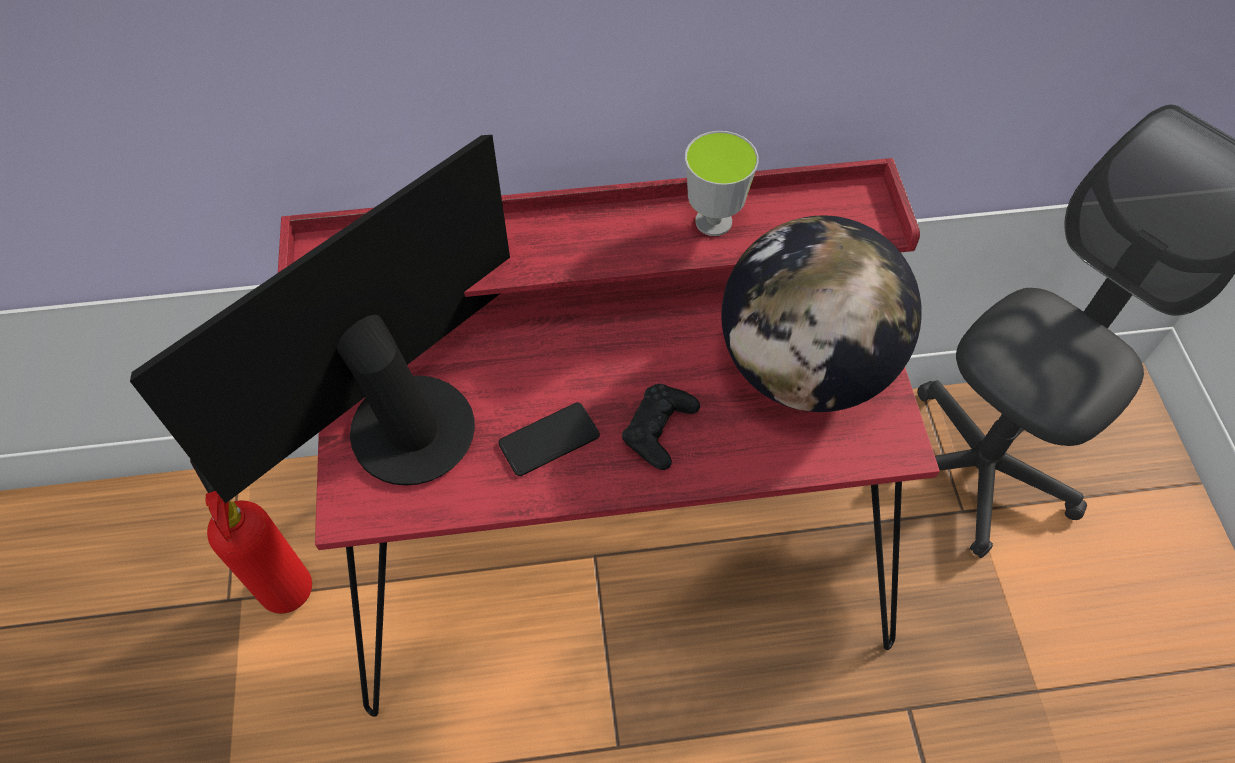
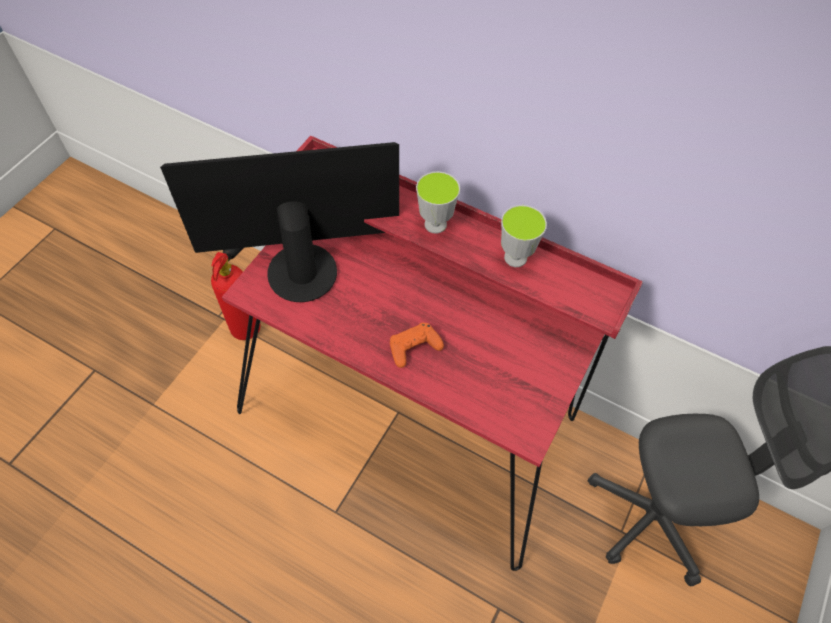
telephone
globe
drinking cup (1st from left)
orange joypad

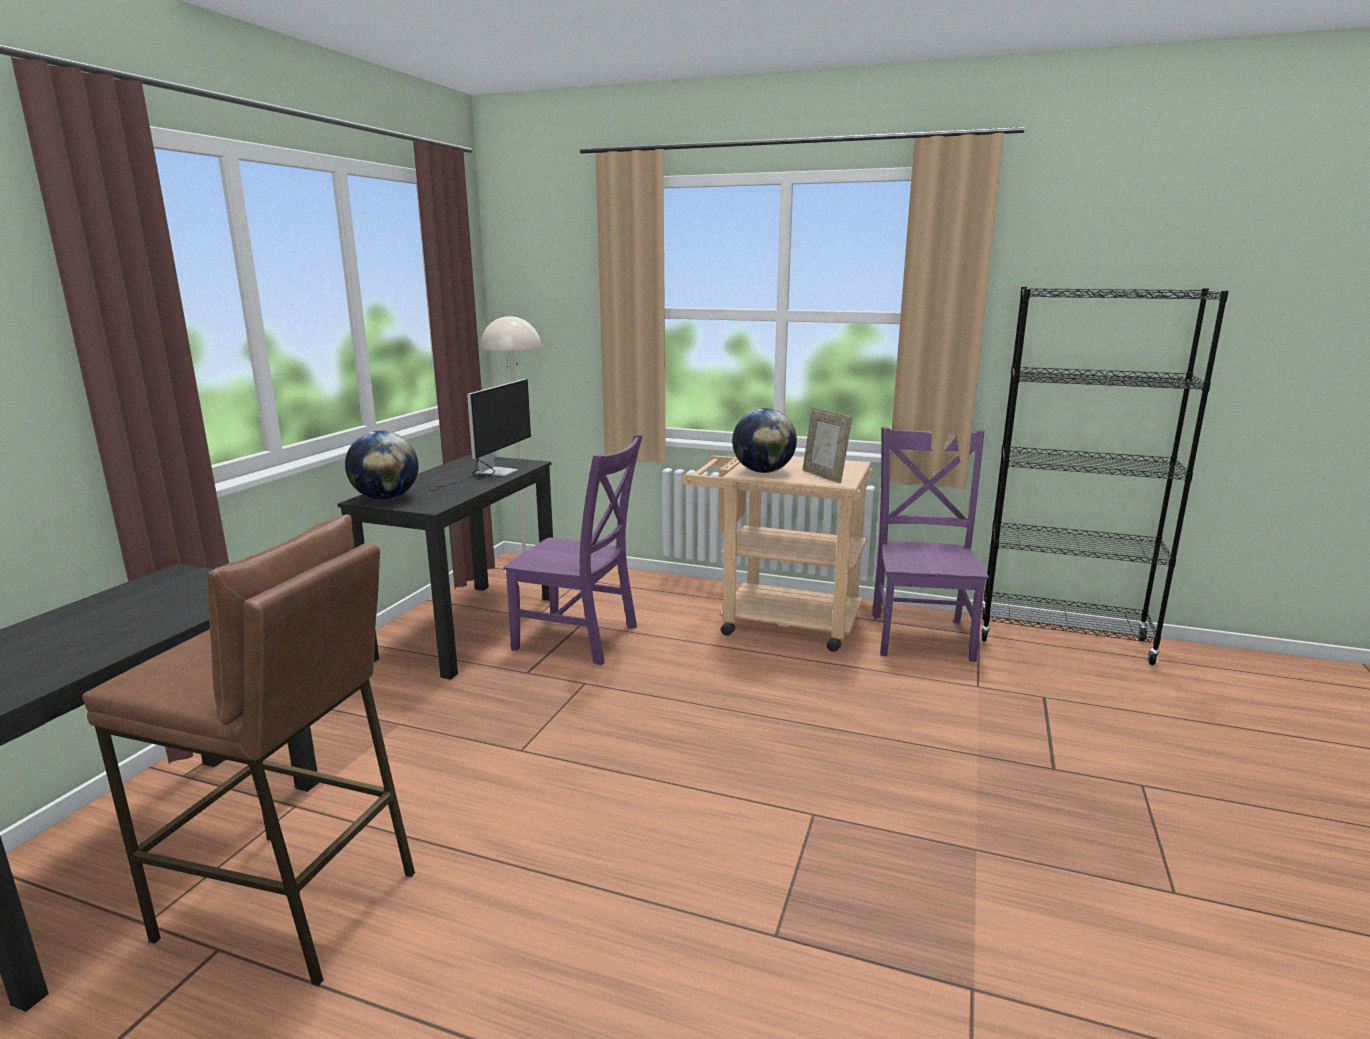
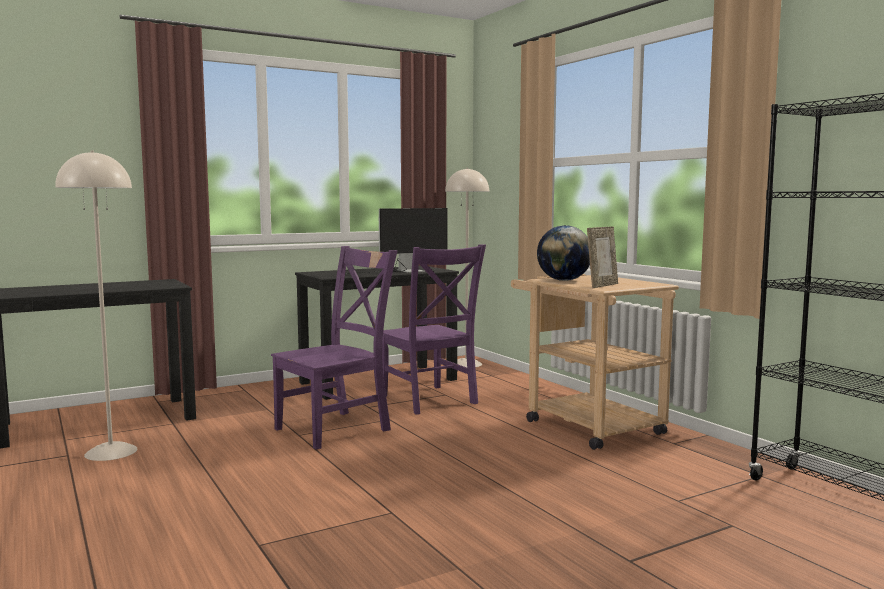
globe (1st from left in the first image)
purple-coloured chair (1st from left)
beige standing lamp (1st from left)
picture frame

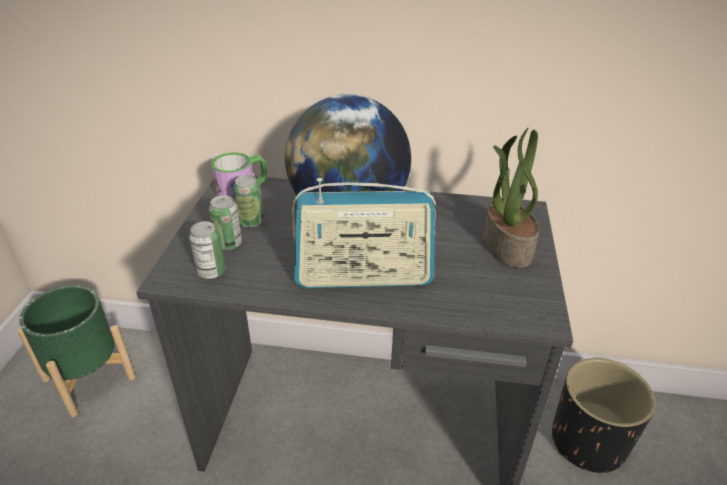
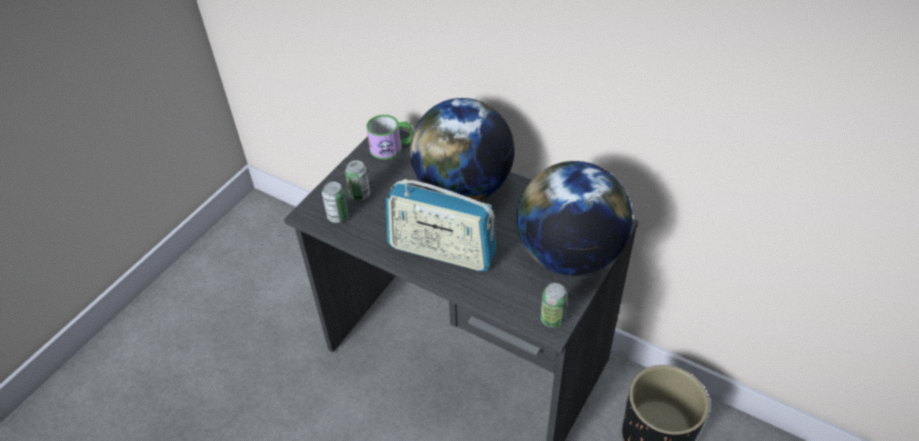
green-coloured plant pot
metal can (3rd from left)
globe (2nd from left)

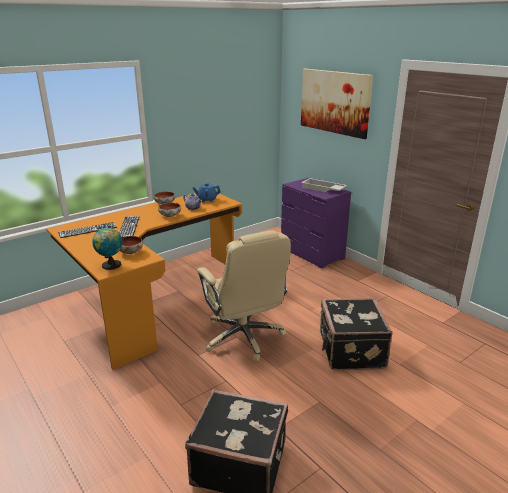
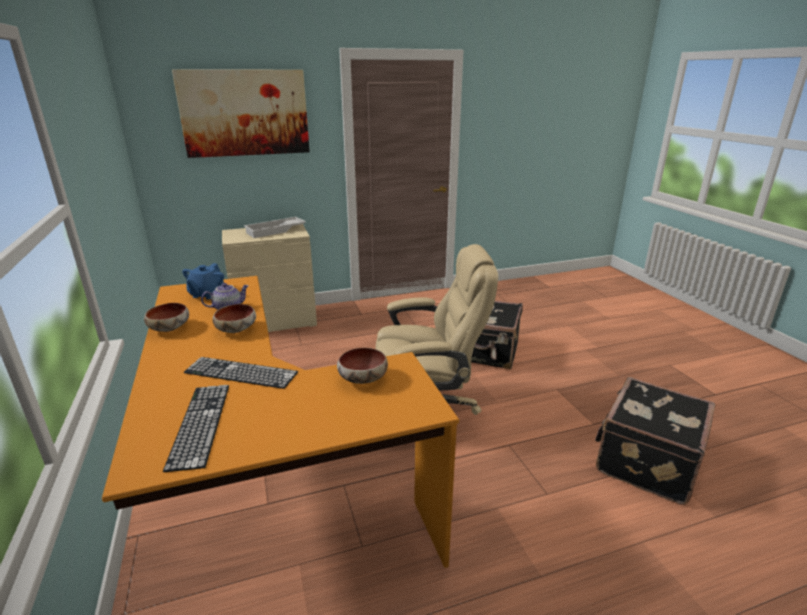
globe
beige drawer chest

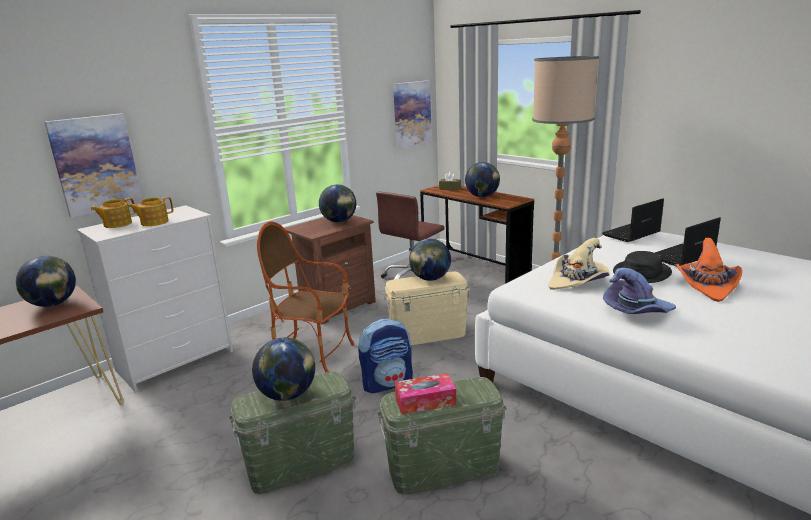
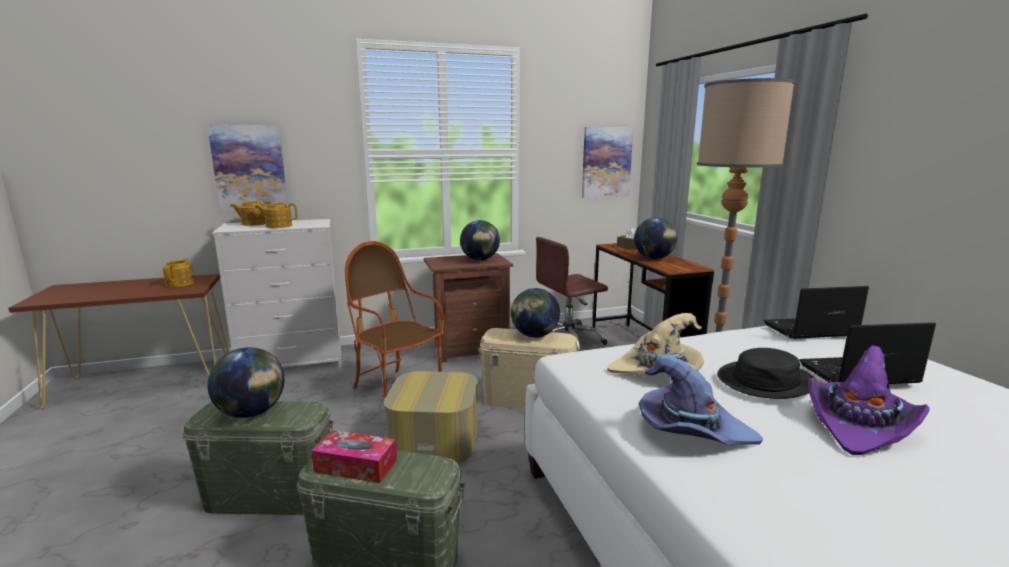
teapot (1st from left)
footrest
purple-coloured hat (2nd from left)

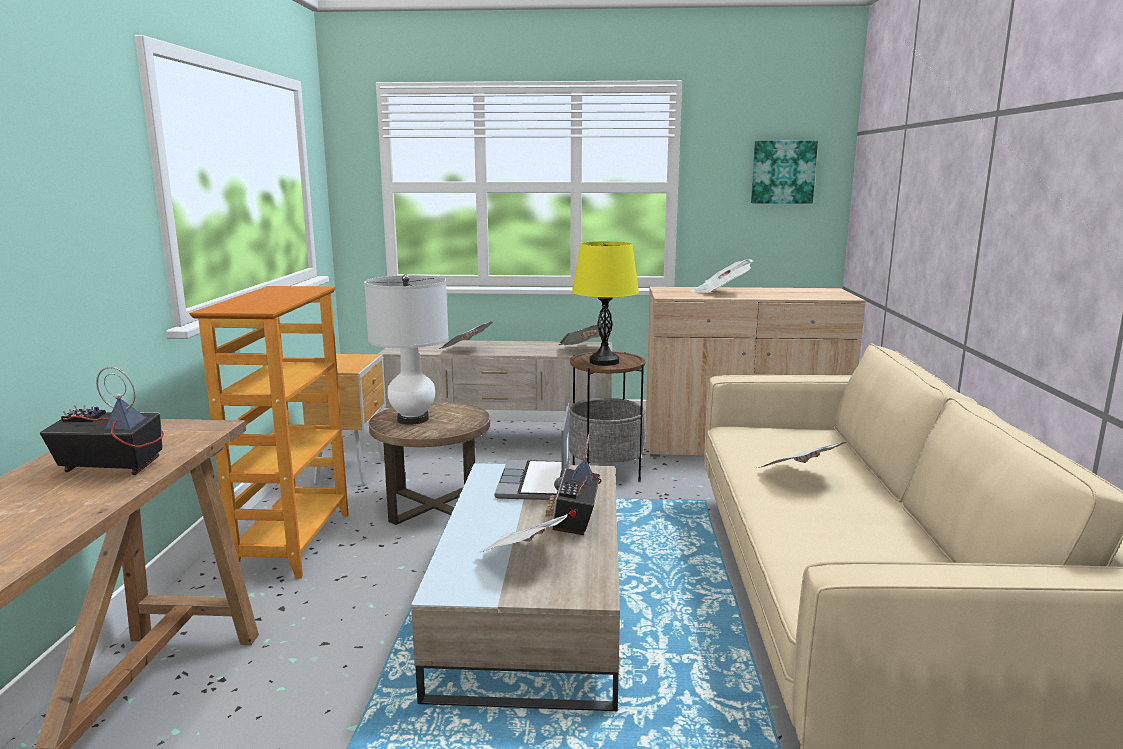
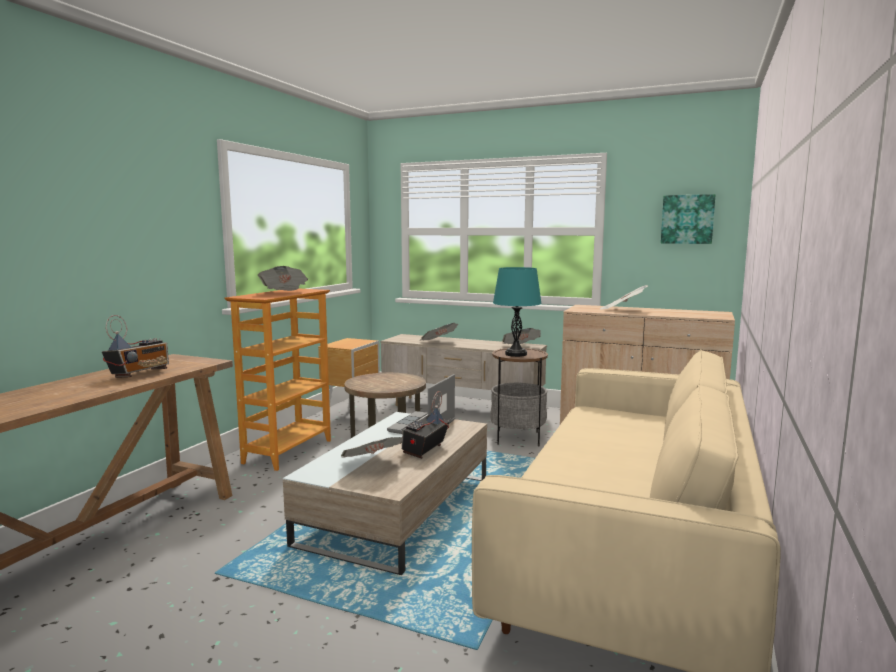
whitish lamp for a table
printed paper (1st from left)
turquoise lamp for a table
radio receiver (1st from left)

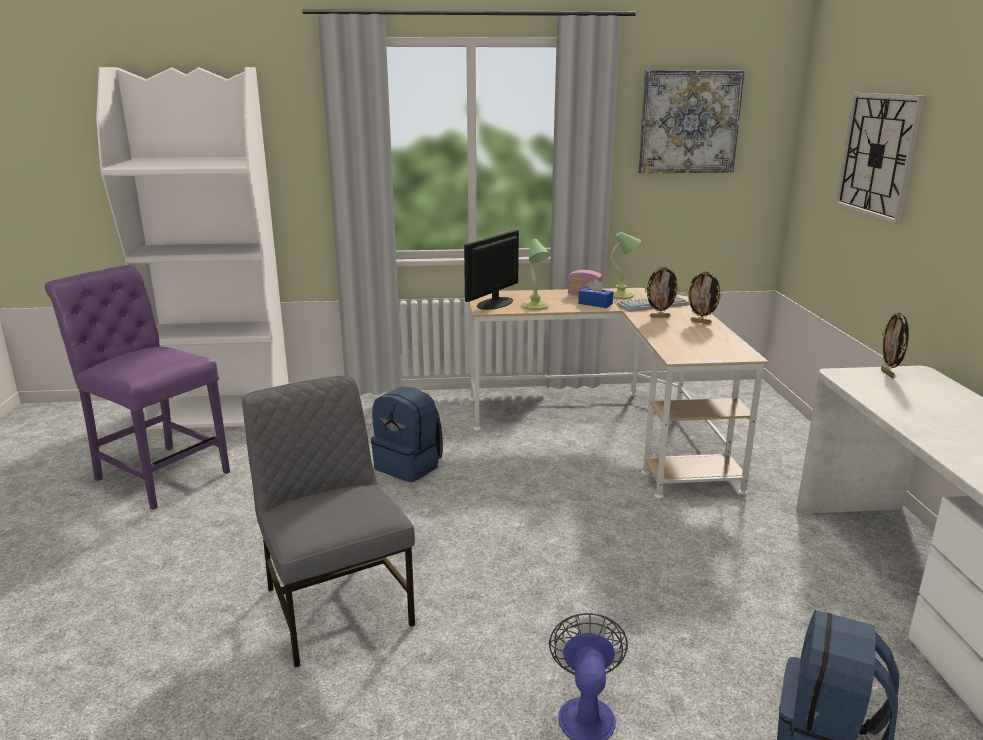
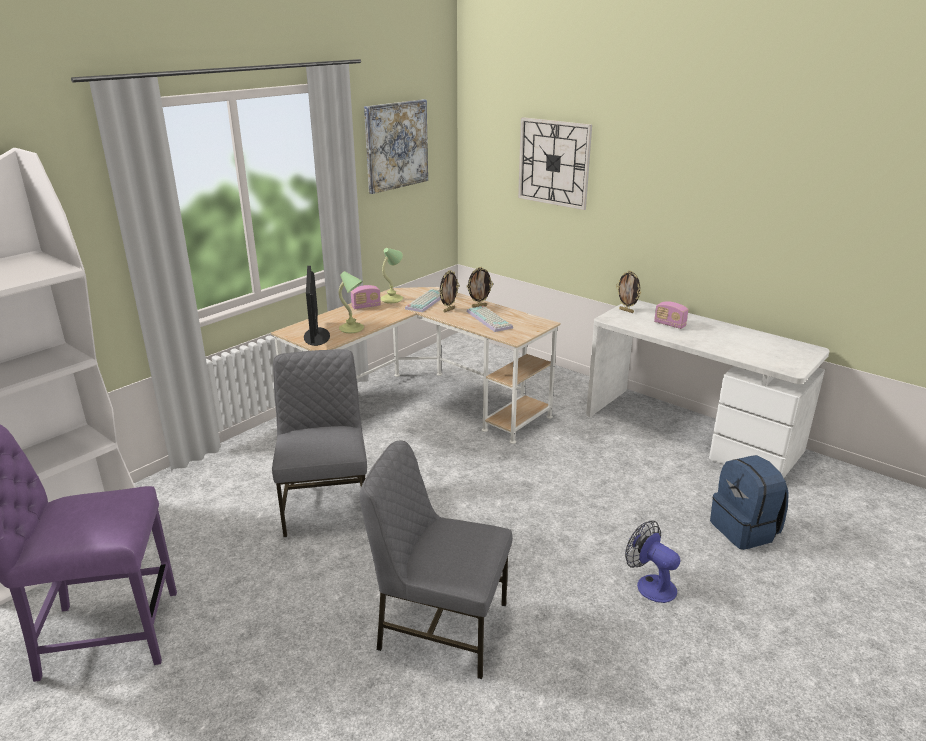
blue tissue box
computer keyboard (2nd from left)
radio receiver (2nd from left)
gray chair (1st from left)

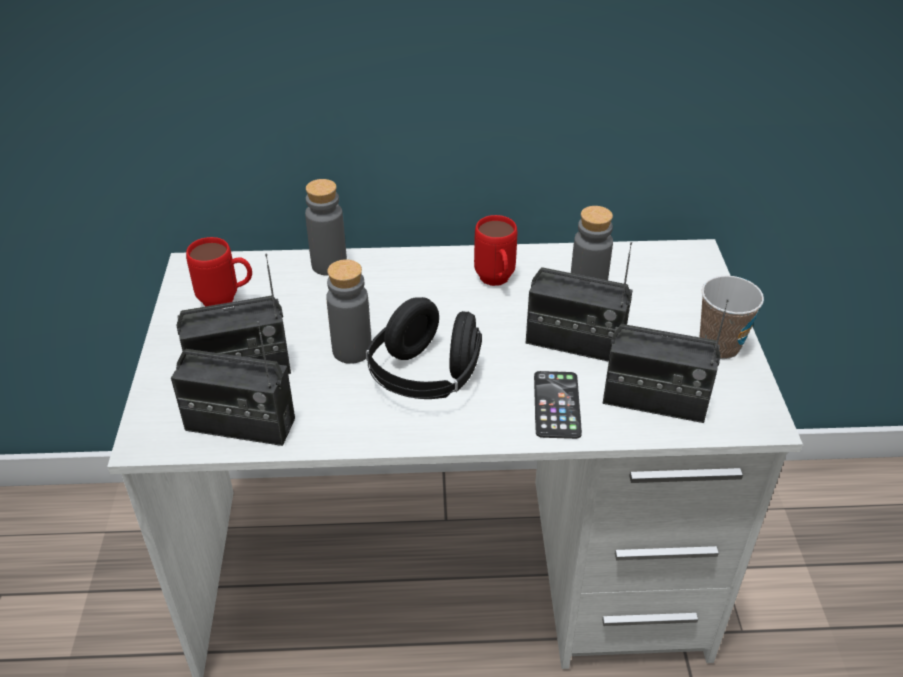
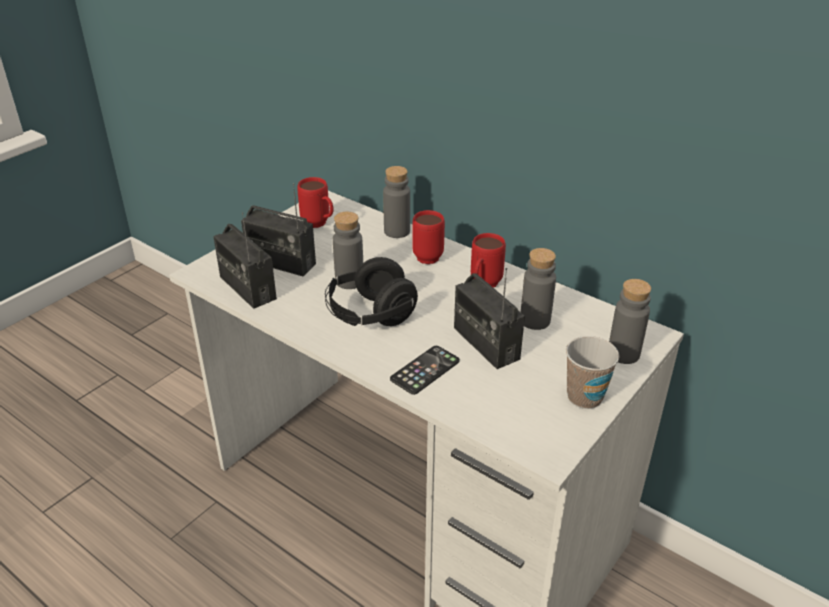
radio receiver (4th from left in the first image)
red-coloured tea mug (2nd from left)
gray drink bottle (4th from left)

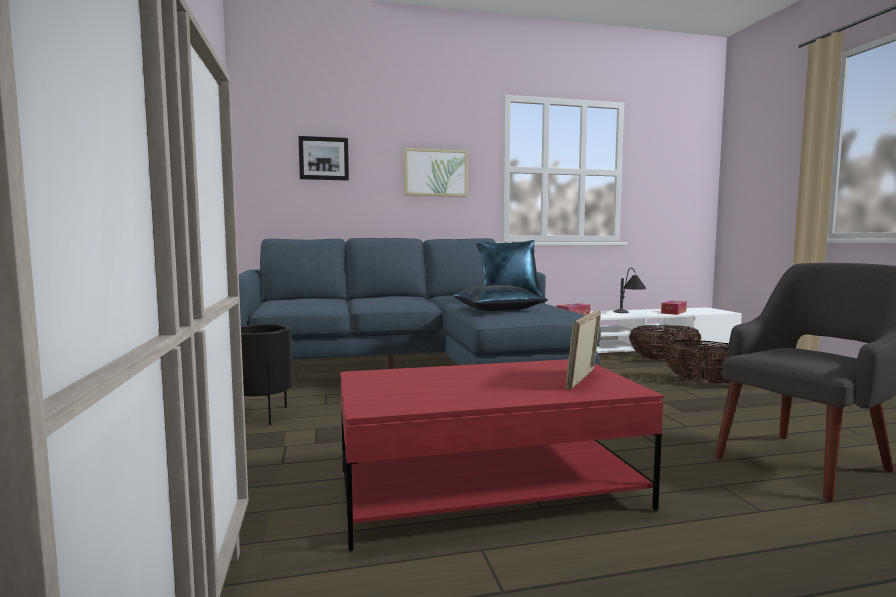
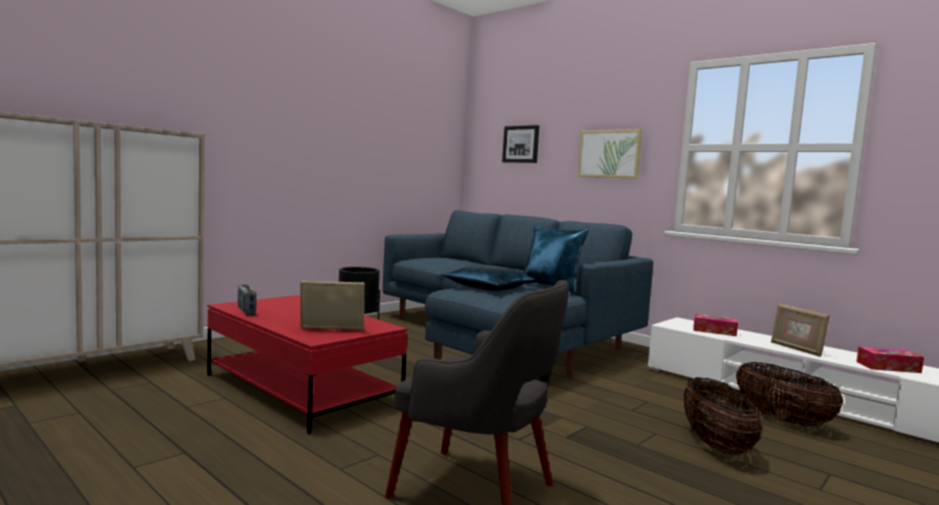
radio receiver
picture frame (2nd from left)

